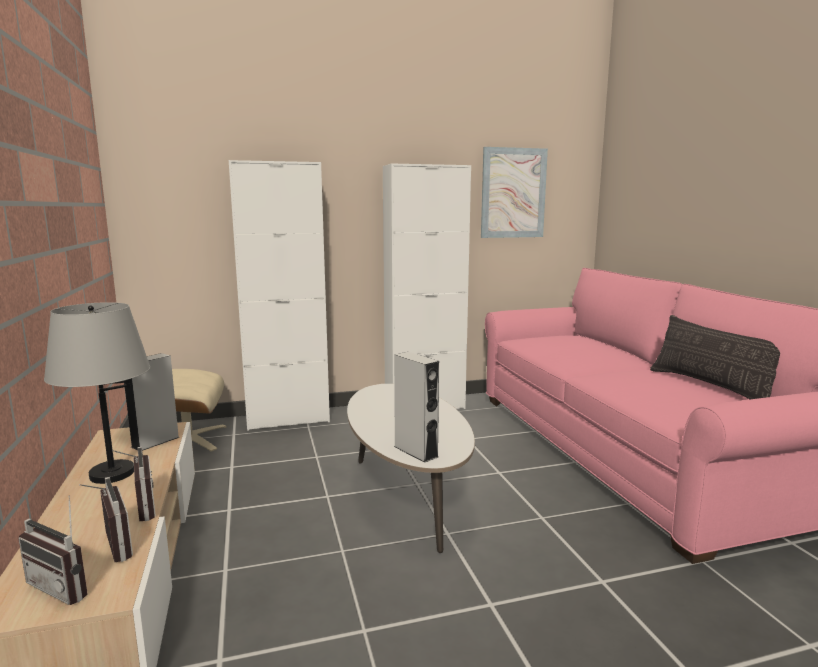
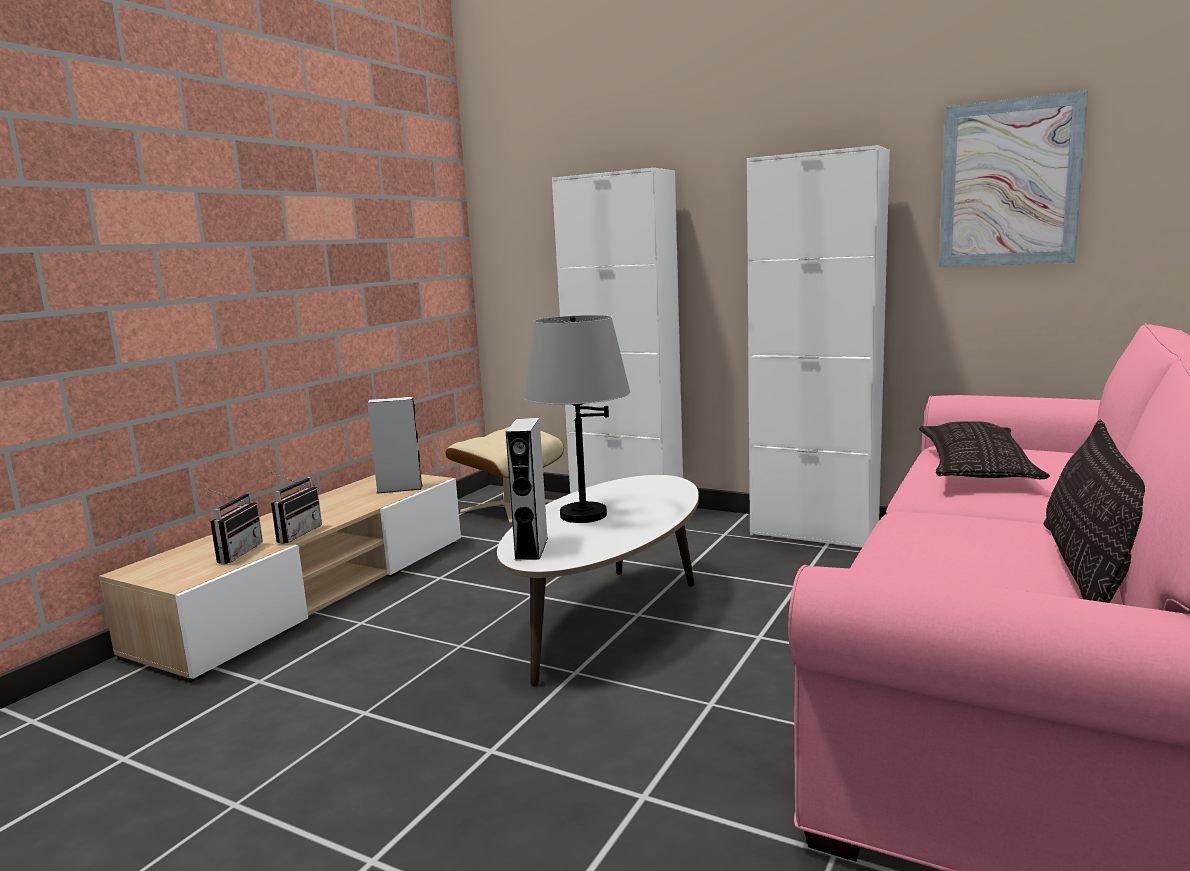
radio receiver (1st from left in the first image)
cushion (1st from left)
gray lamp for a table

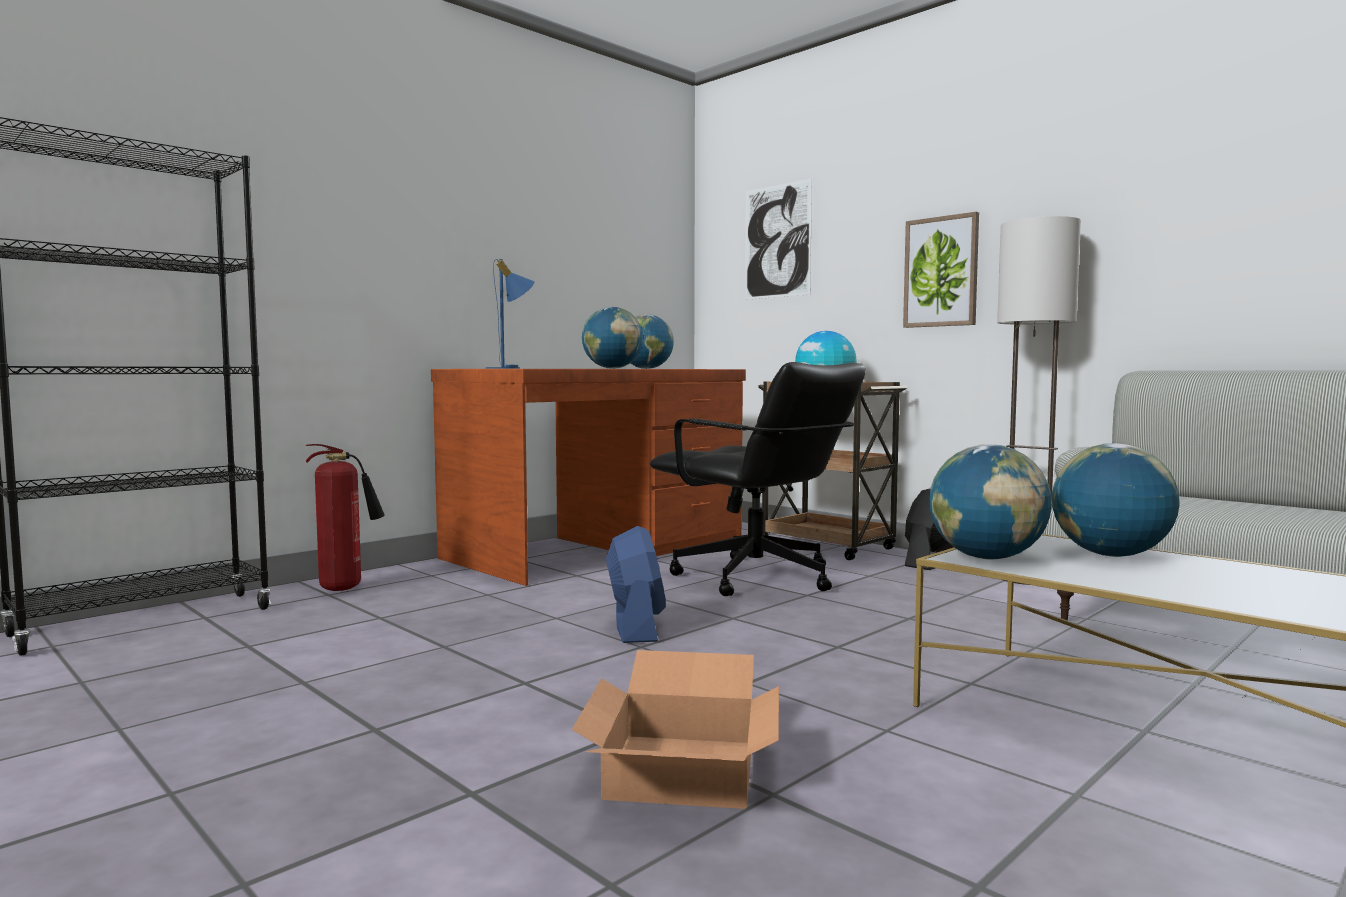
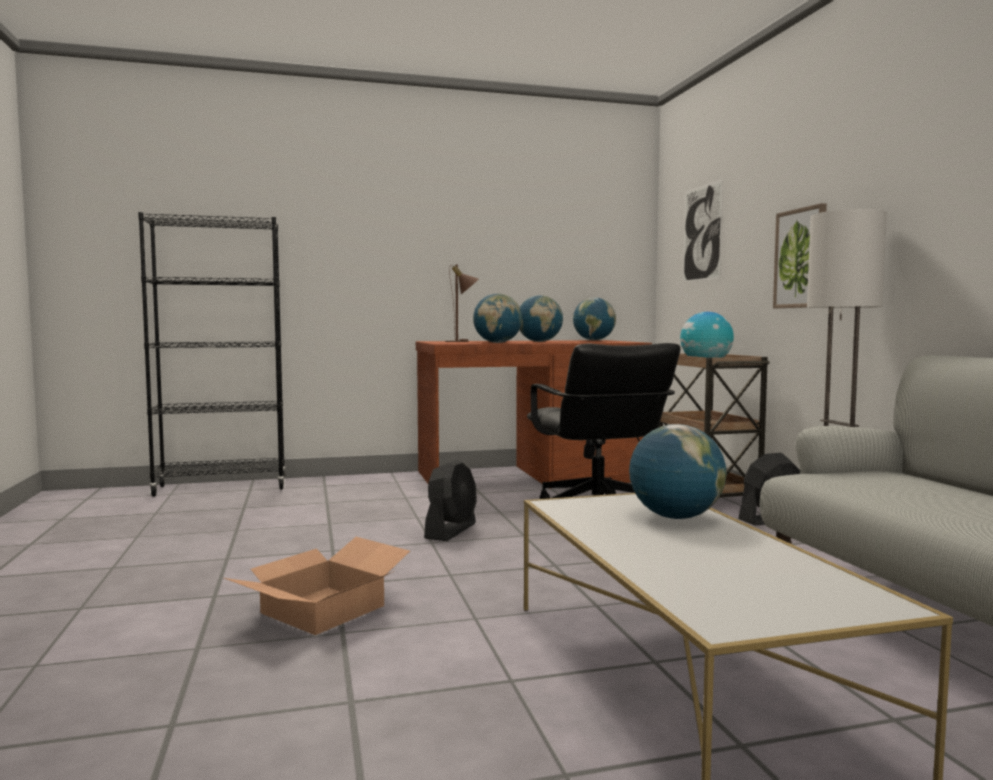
fire extinguisher
globe (1st from left)
brown-coloured lamp for a table
black-coloured cooling fan (1st from left)

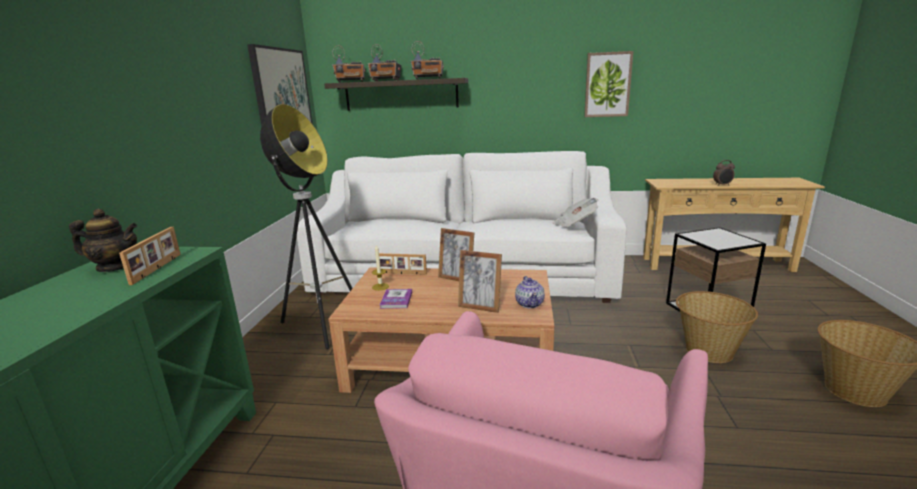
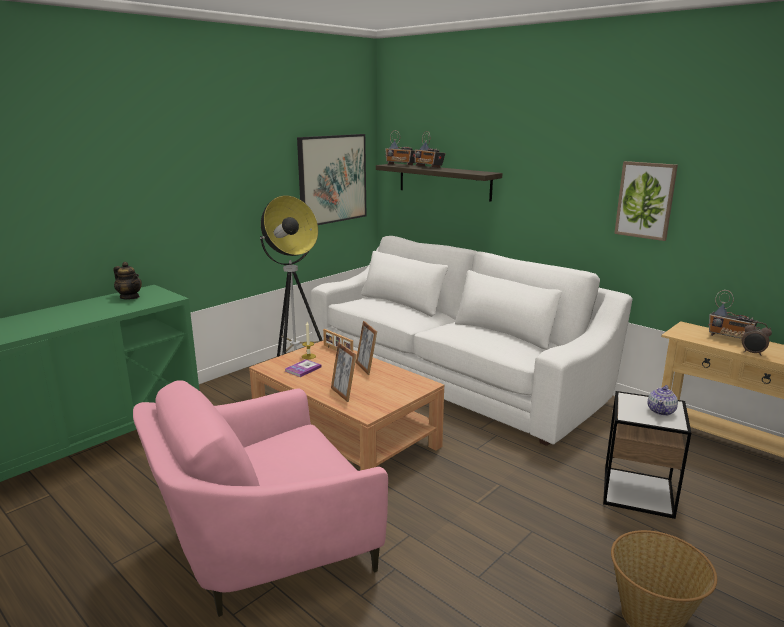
picture frame (1st from left in the first image)
printed paper
basket (1st from left in the first image)
radio receiver (3rd from left)
teapot (2nd from left)

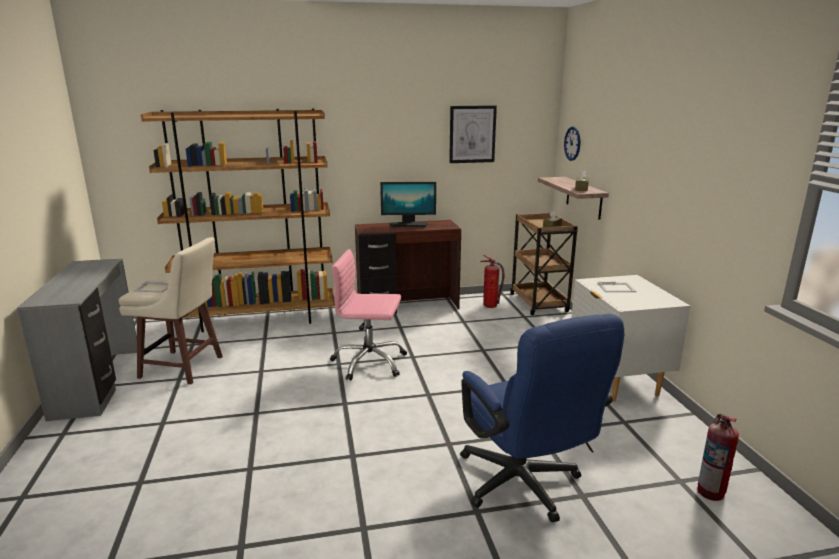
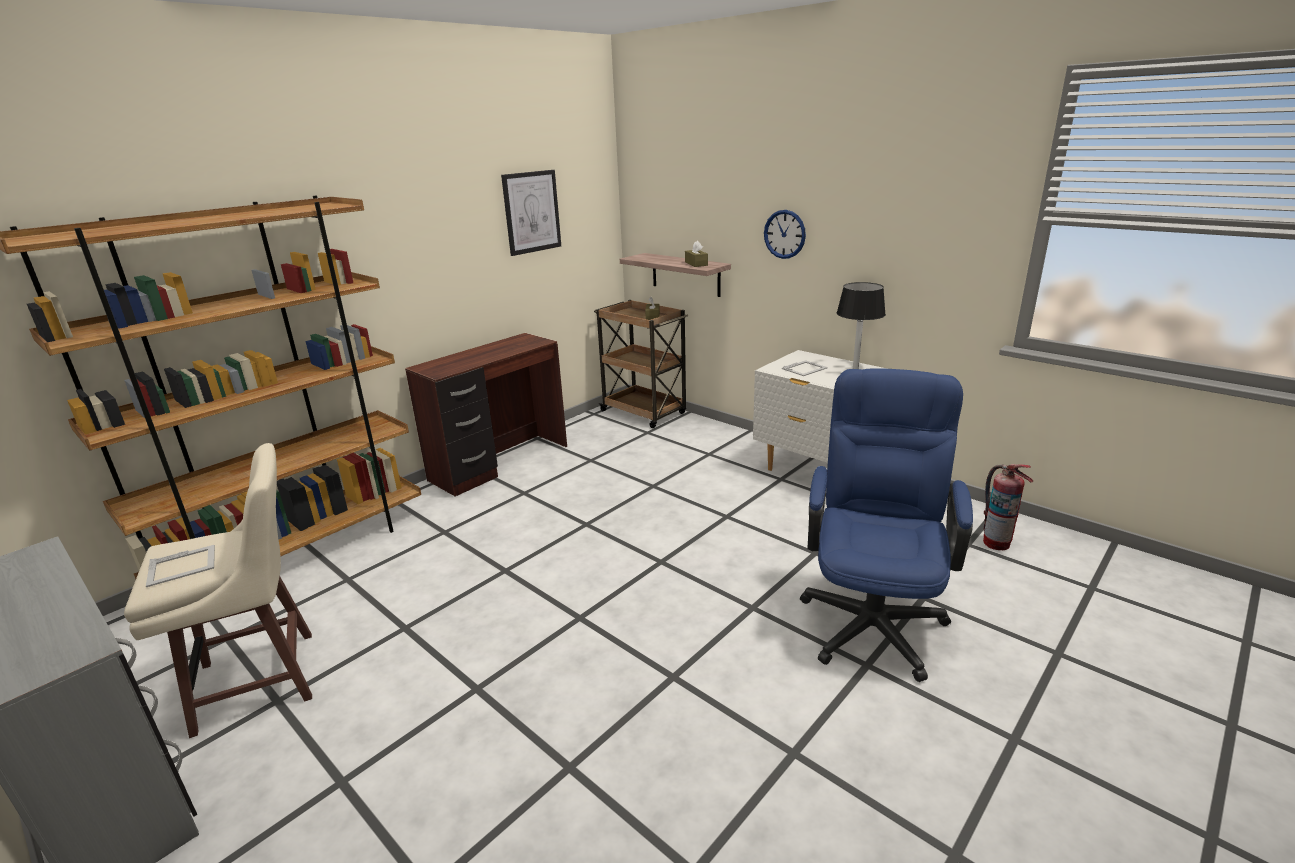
pink computer chair
computer screen
fire extinguisher (1st from left in the first image)
black-coloured lamp for a table
wall clock
blue computer chair

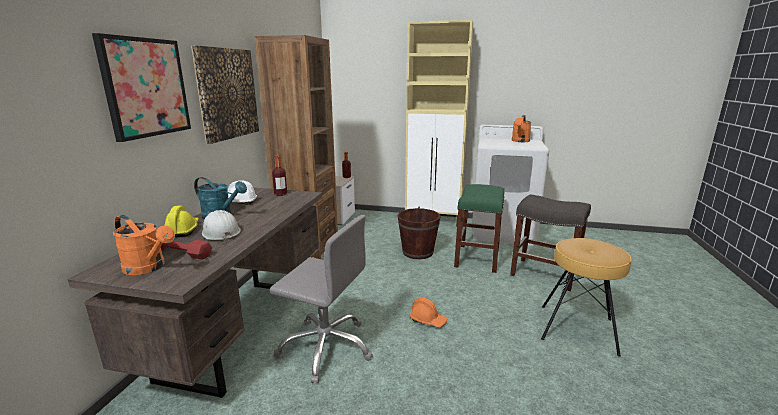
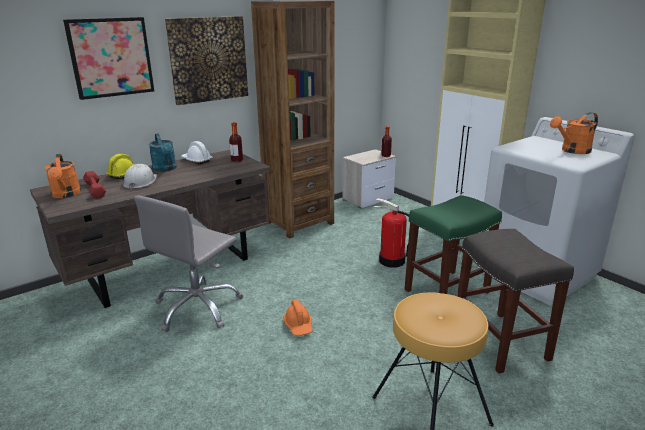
fire extinguisher
gray computer chair

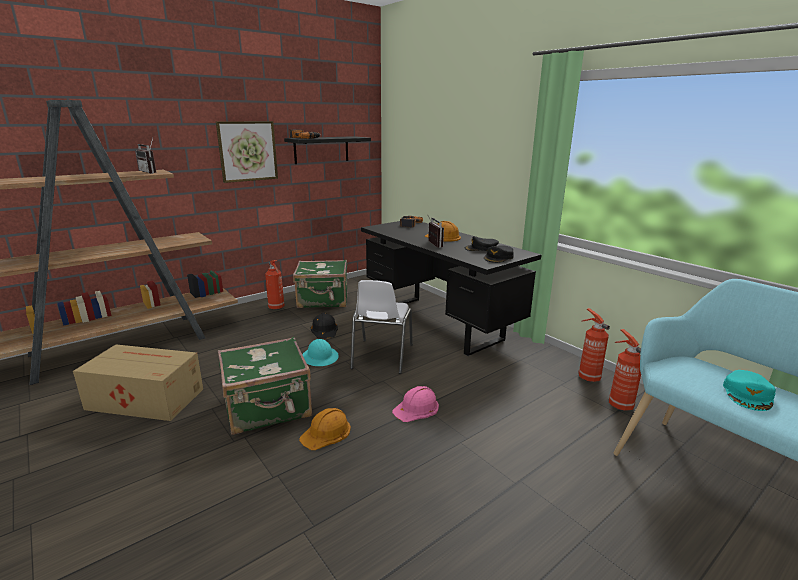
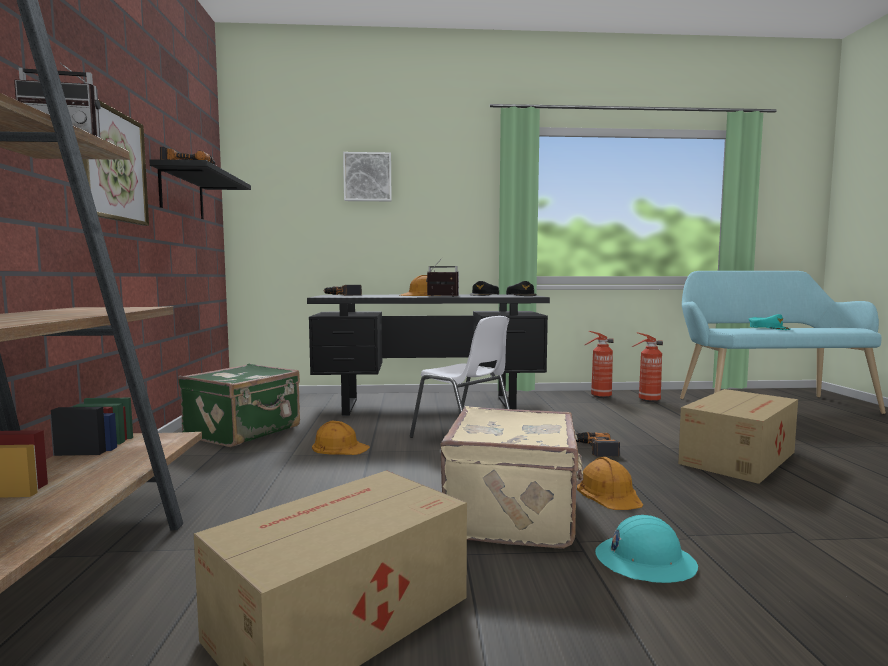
fire extinguisher (1st from left in the first image)
wall picture (2nd from left)
packing box (2nd from left)
turquoise safety helmet
drill (3rd from left)
beige travel case
orange safety helmet (1st from left)

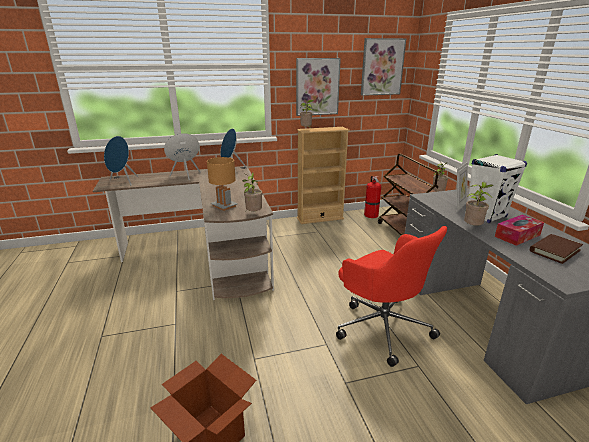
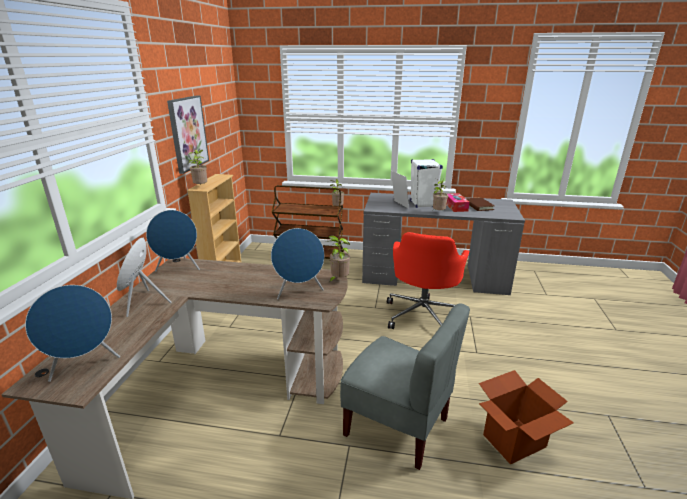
wall picture (2nd from left in the first image)
fire extinguisher
gray chair
blue loudspeaker (4th from left)
red-coloured computer chair

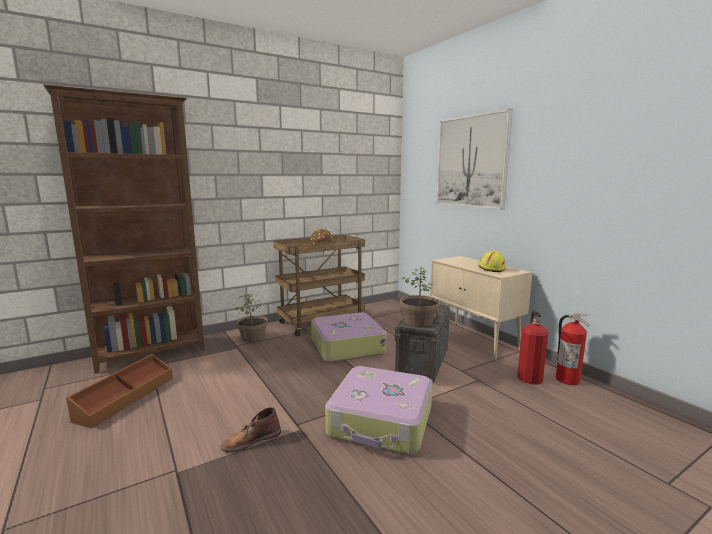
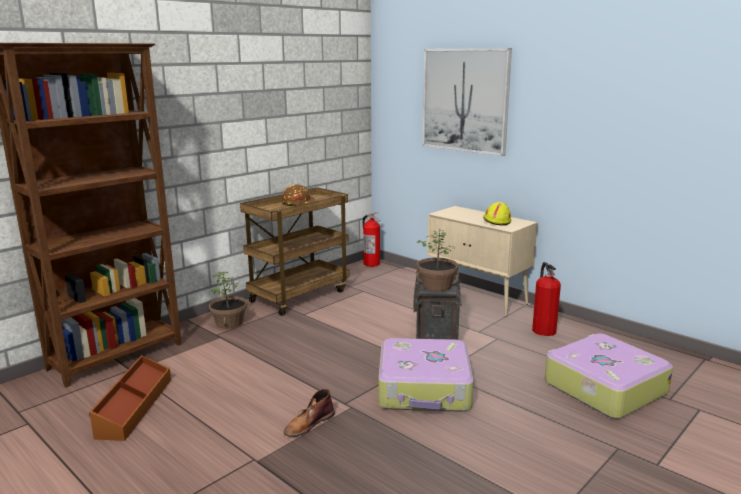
travel case (2nd from left)
fire extinguisher (1st from left)

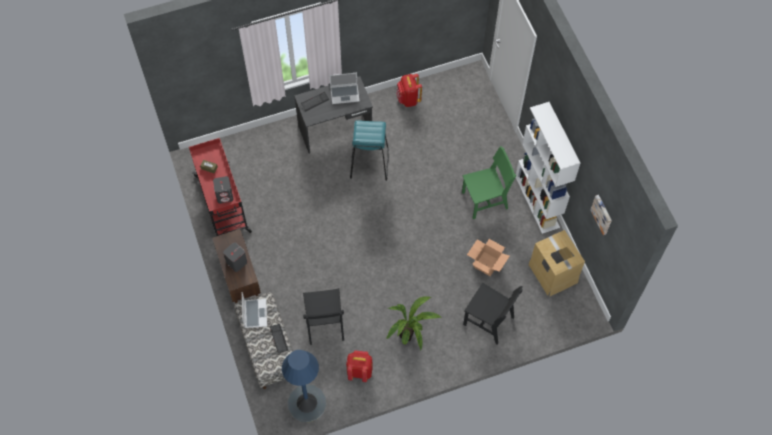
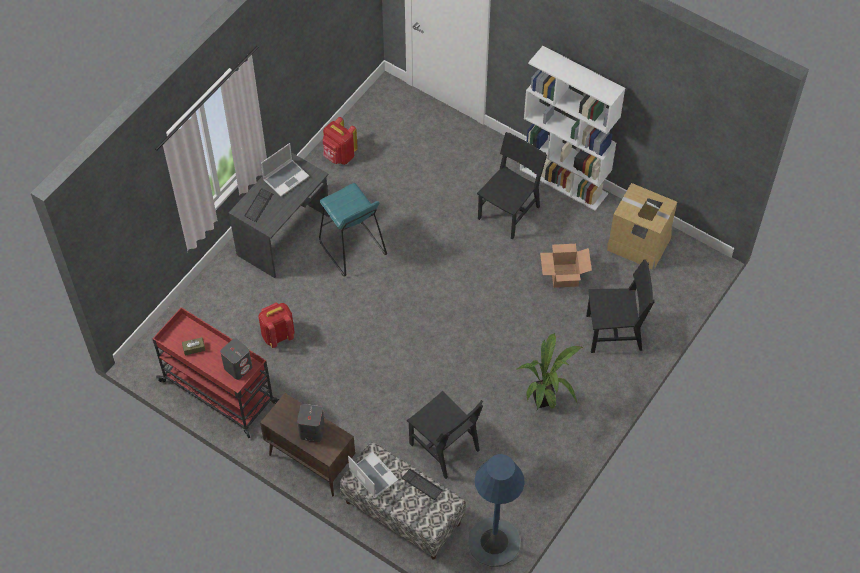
wall picture
red-coloured backpack (1st from left)
black-coloured chair (2nd from left)

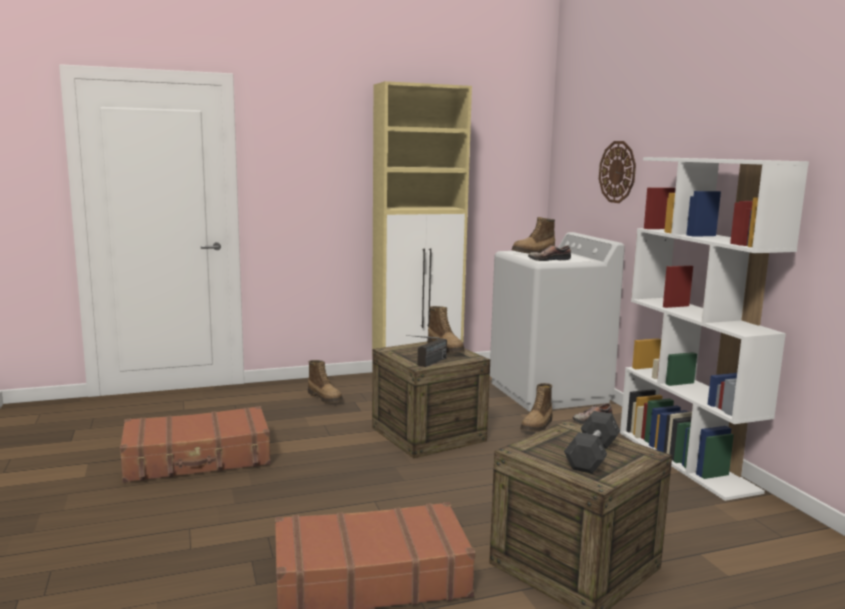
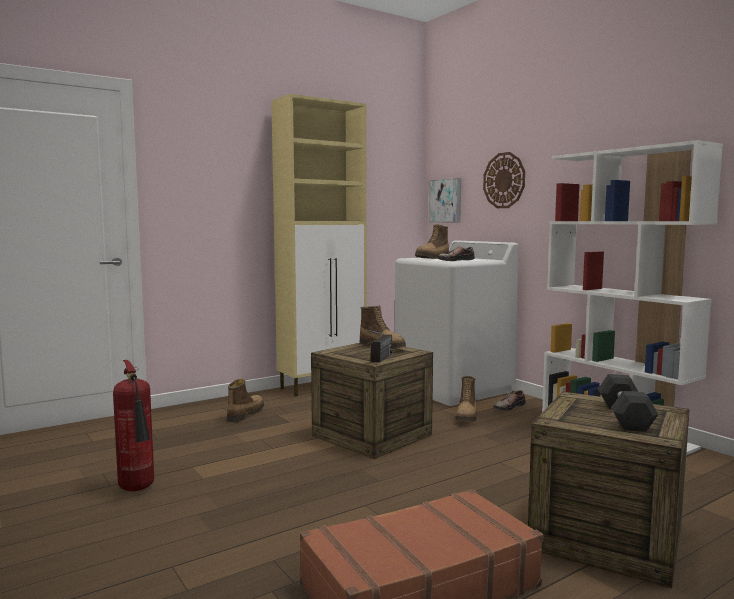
wall picture
fire extinguisher
high-top boot (1st from left)

